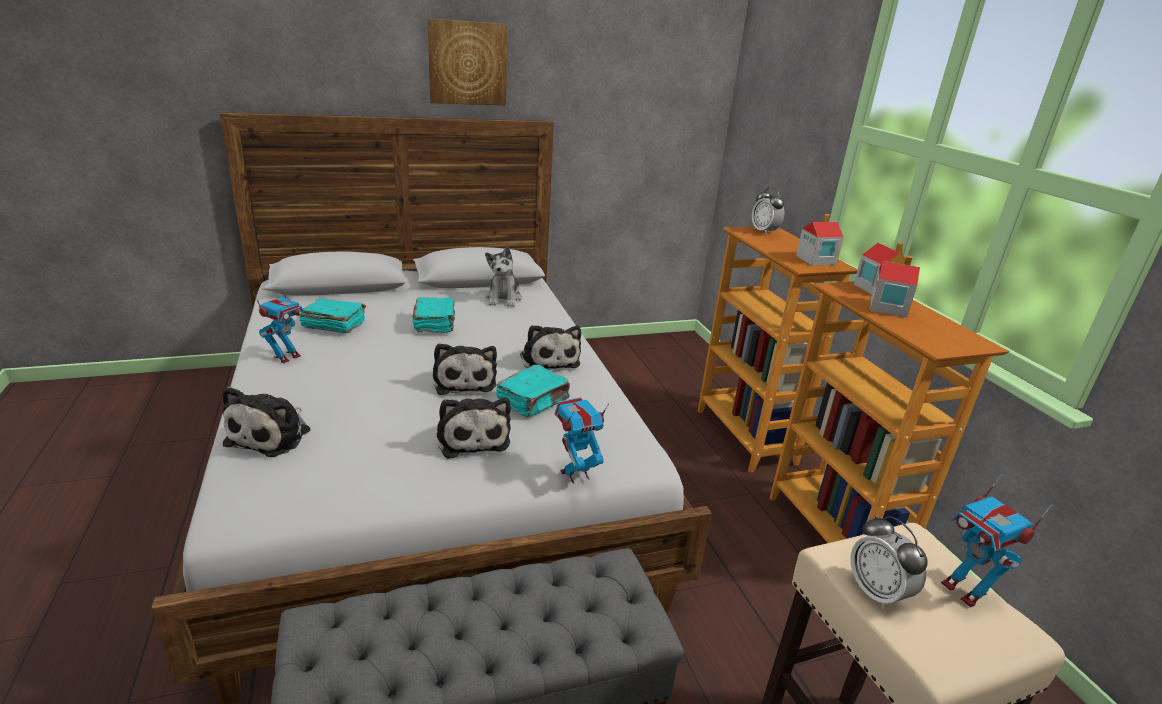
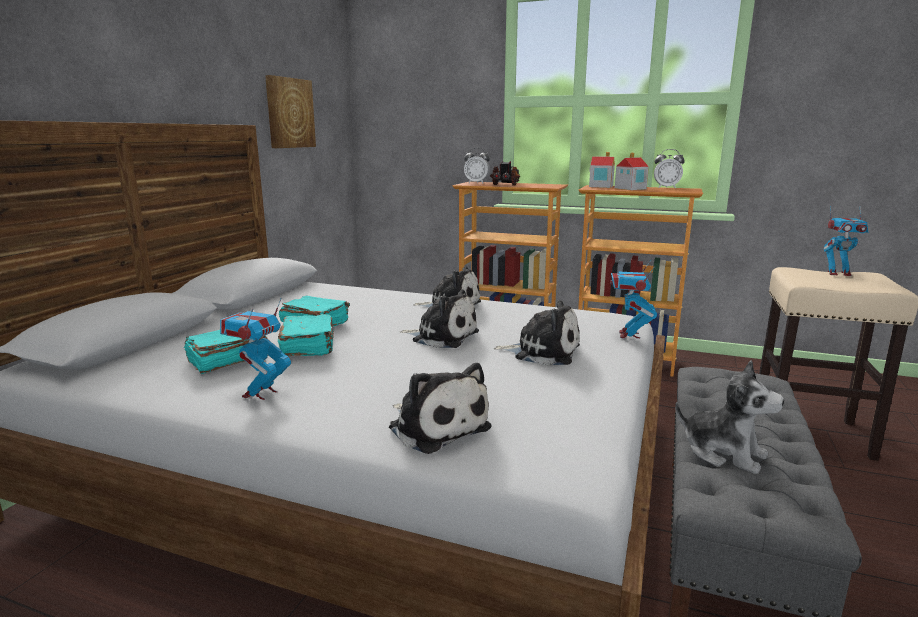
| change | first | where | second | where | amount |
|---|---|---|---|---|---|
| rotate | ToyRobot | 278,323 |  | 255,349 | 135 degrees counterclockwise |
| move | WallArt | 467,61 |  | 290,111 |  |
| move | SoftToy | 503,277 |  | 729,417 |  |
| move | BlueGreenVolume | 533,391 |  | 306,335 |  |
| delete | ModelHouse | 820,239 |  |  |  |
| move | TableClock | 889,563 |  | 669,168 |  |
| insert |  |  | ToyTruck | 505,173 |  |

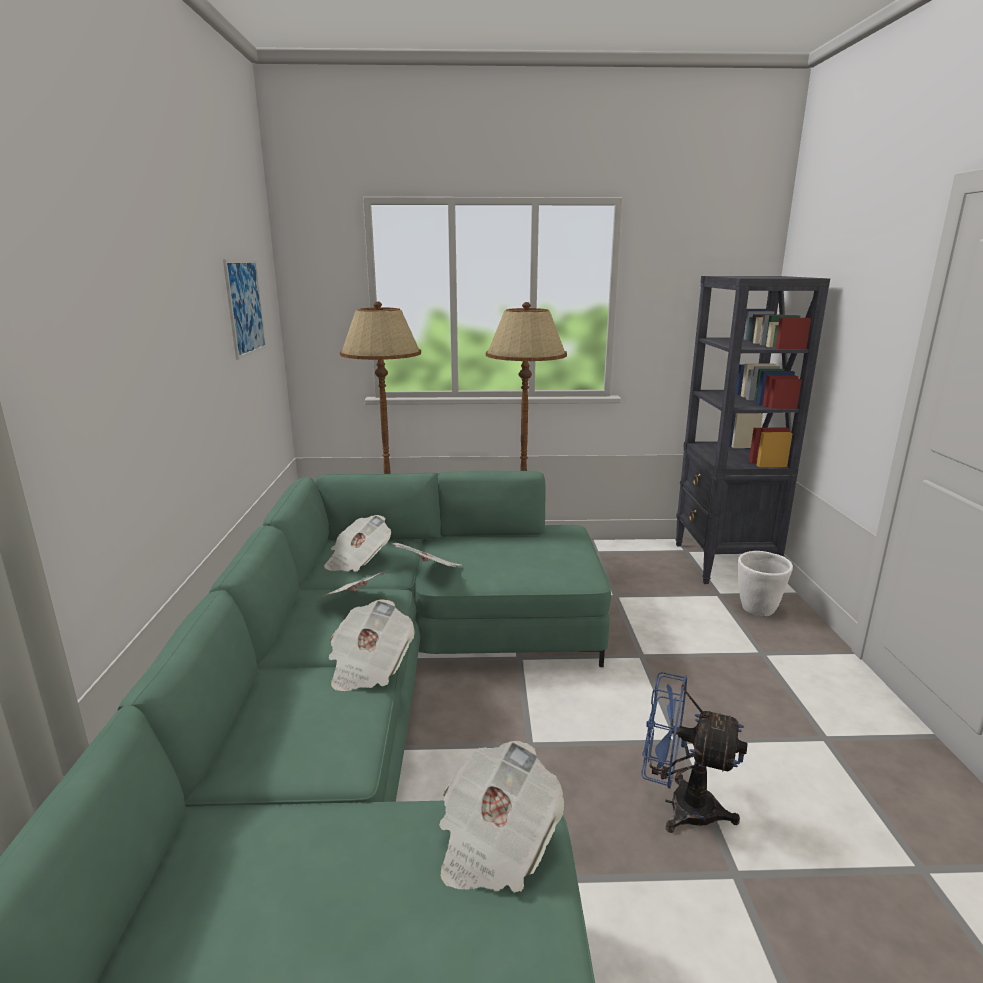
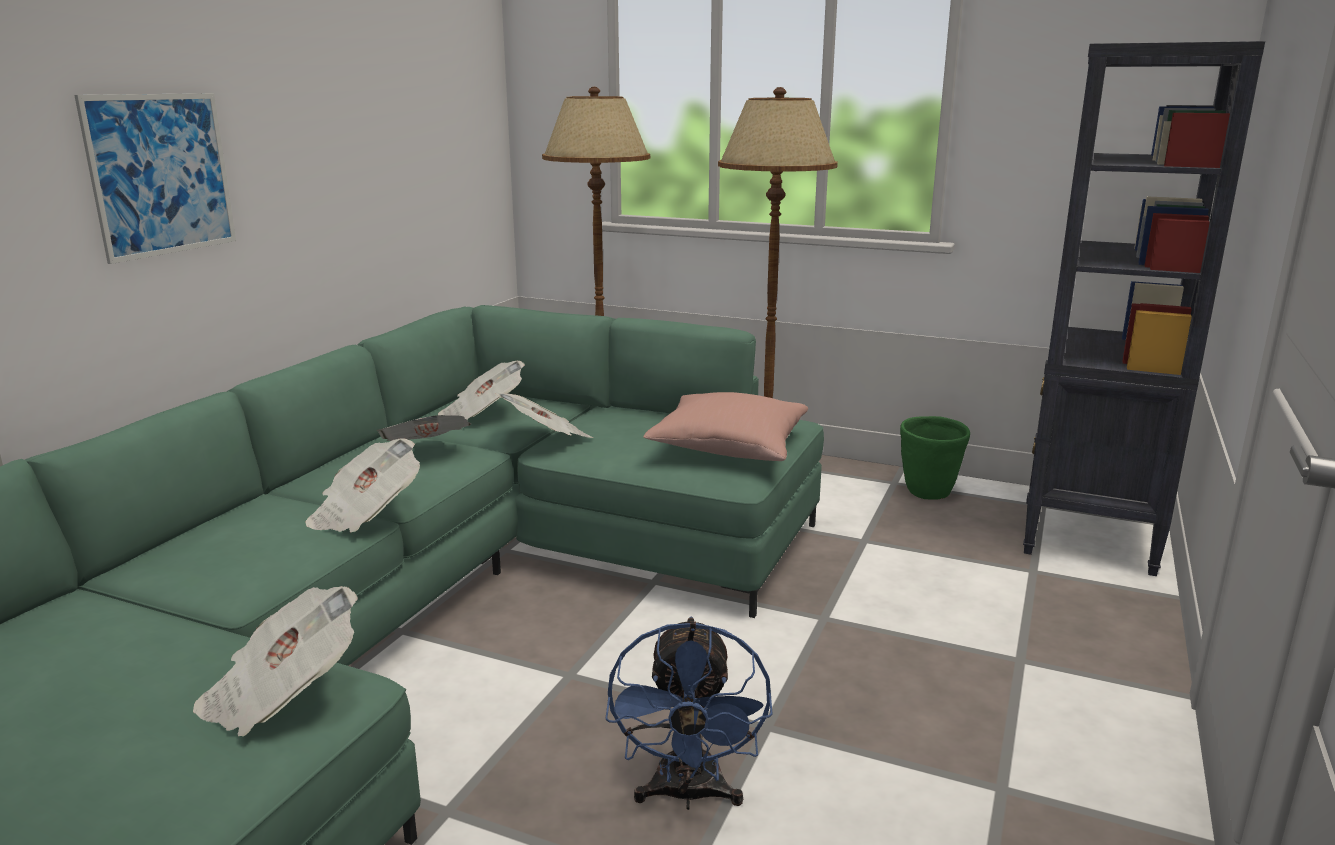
| change | first | where | second | where | amount |
|---|---|---|---|---|---|
| move | WallArt | 245,309 |  | 155,178 |  |
| rotate | BlueColouredElectricFan | 694,752 |  | 689,713 | 135 degrees counterclockwise |
| delete | WhitishFlowerPot | 765,583 |  |  |  |
| insert |  |  | PinkColouredThrowPillow | 725,426 |  |
| insert |  |  | GreenColouredFlowerPot | 935,458 |  |

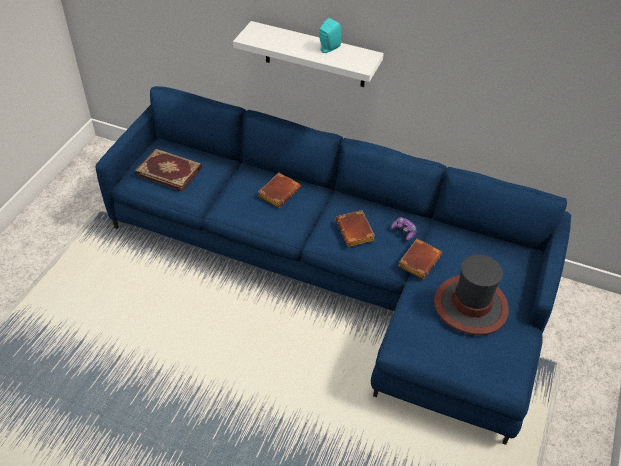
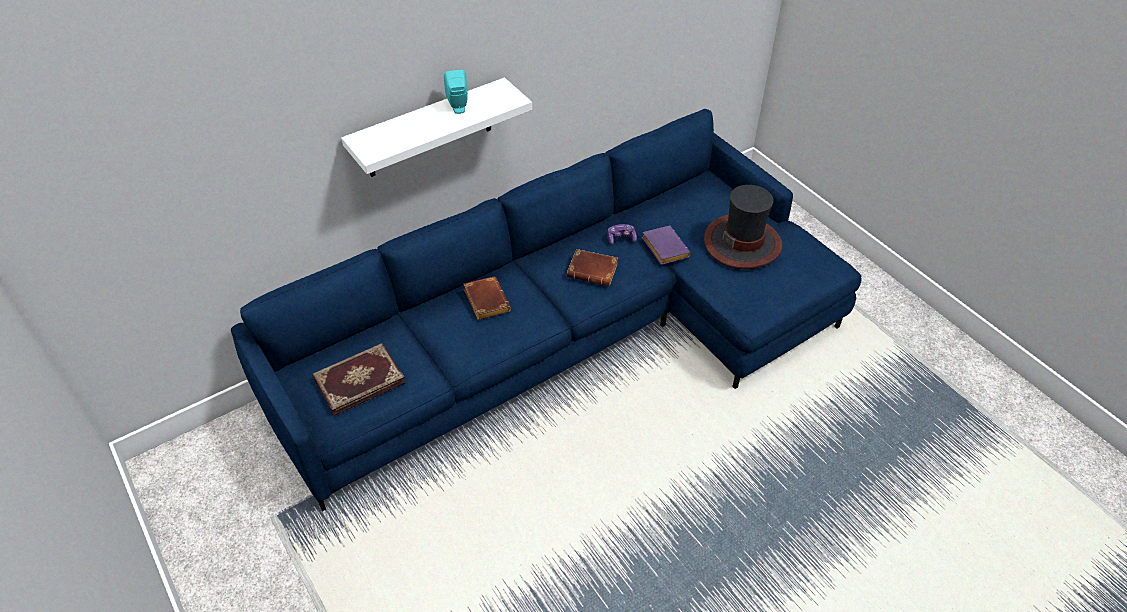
| change | first | where | second | where | amount |
|---|---|---|---|---|---|
| recolor | BrownVolume | 420,259 | PurplishVolume | 666,245 |  |

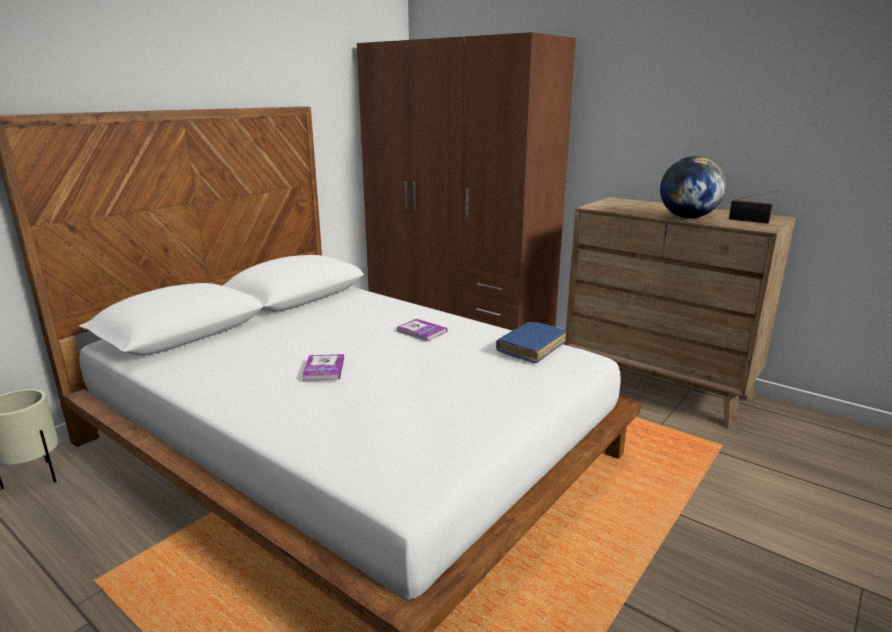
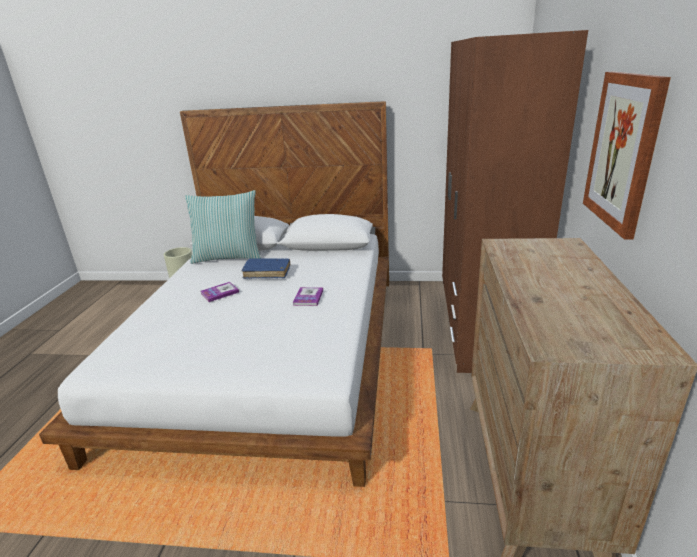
| change | first | where | second | where | amount |
|---|---|---|---|---|---|
| move | BlueColouredVolume | 531,342 |  | 266,268 |  |
| delete | WorldGlobe | 693,187 |  |  |  |
| delete | RadioSet | 754,207 |  |  |  |
| insert |  |  | ThrowPillow | 223,227 |  |
| insert |  |  | WallArt | 627,155 |  |

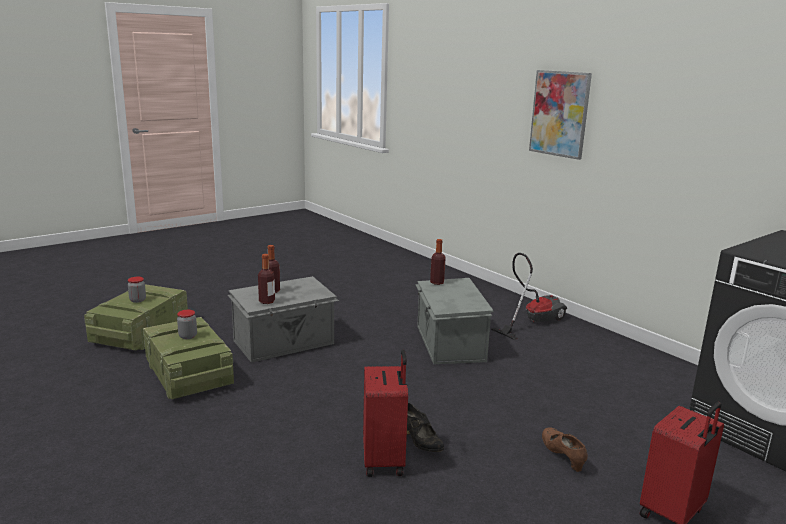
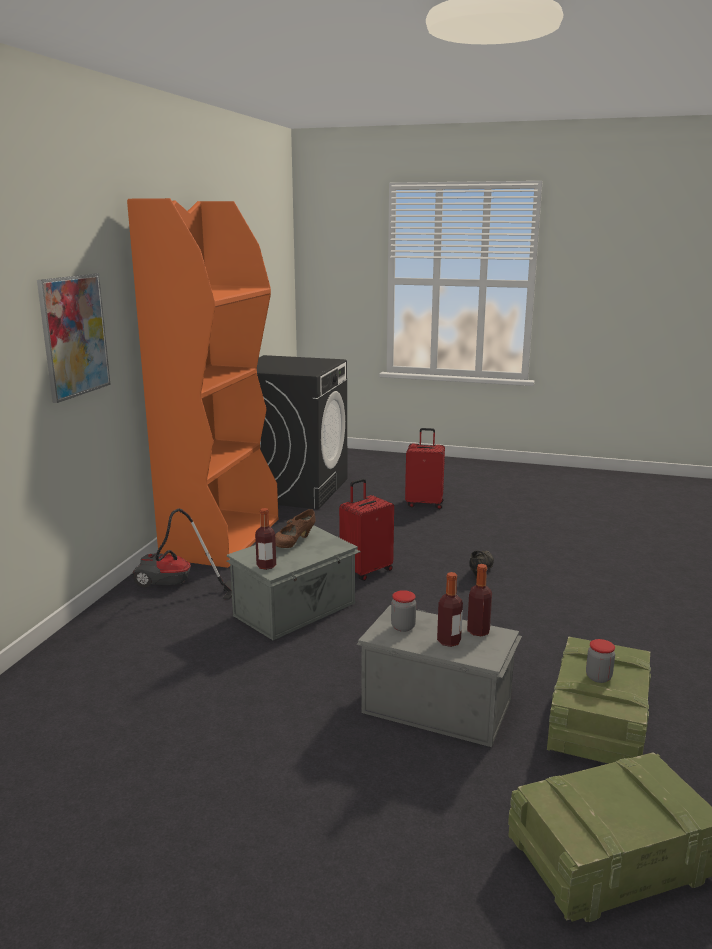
| change | first | where | second | where | amount |
|---|---|---|---|---|---|
| move | Jar | 137,290 |  | 403,611 |  |
| move | RedSuitcase | 385,413 |  | 366,530 |  |
| move | BrownShoe | 565,449 |  | 295,528 |  |
| insert |  |  | OrangeyShelvingUnit | 202,383 |  |

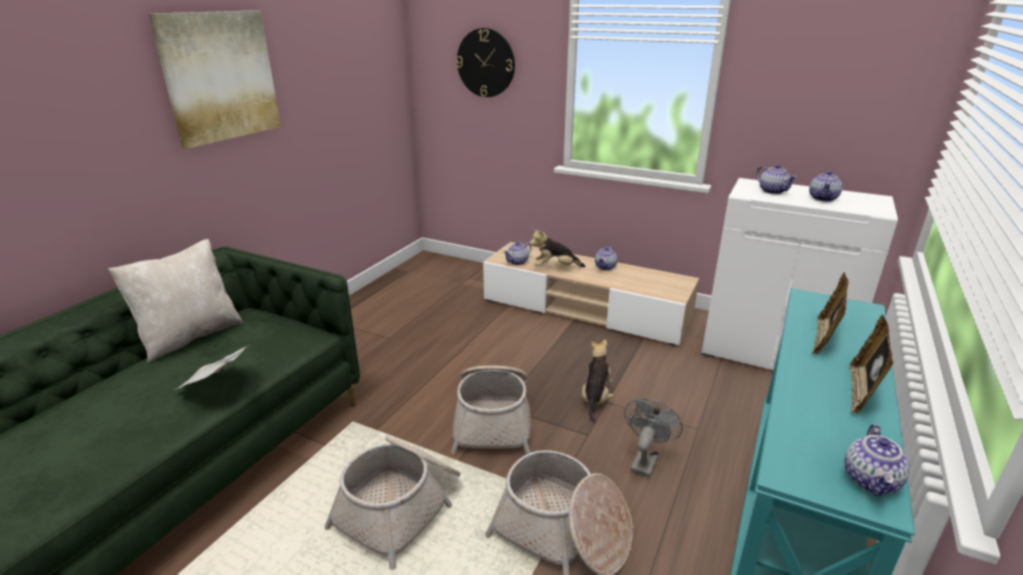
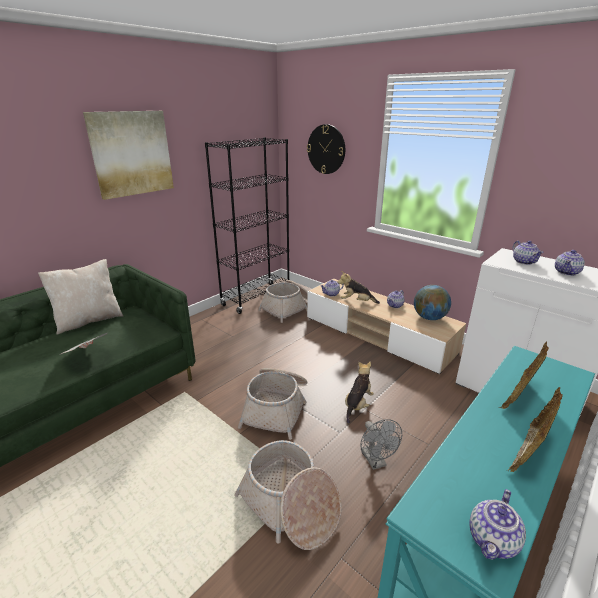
| change | first | where | second | where | amount |
|---|---|---|---|---|---|
| move | Basket | 392,503 |  | 283,301 |  |
| rotate | GreyElectricFan | 653,438 |  | 381,444 | 120 degrees clockwise |
| insert |  |  | BlackColouredShelvingUnit | 247,225 |  |
| insert |  |  | WorldGlobe | 432,302 |  |

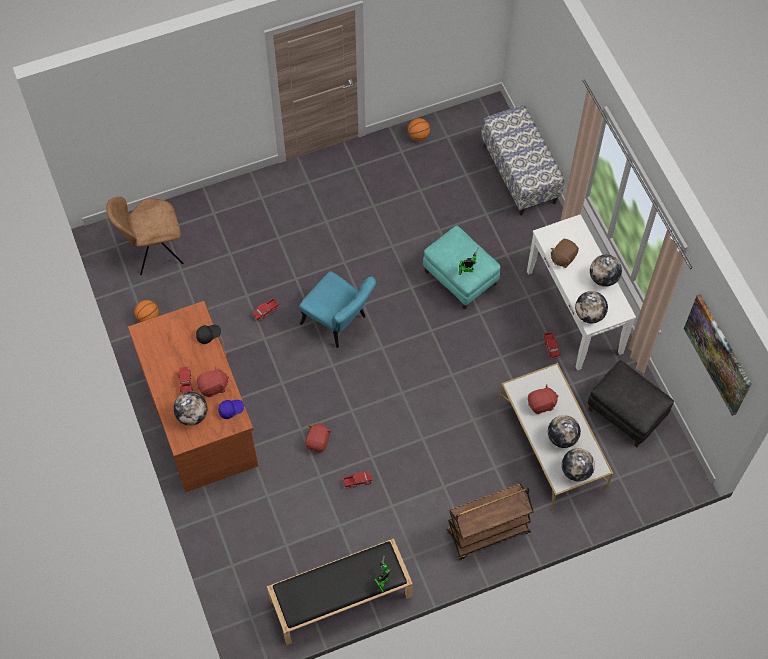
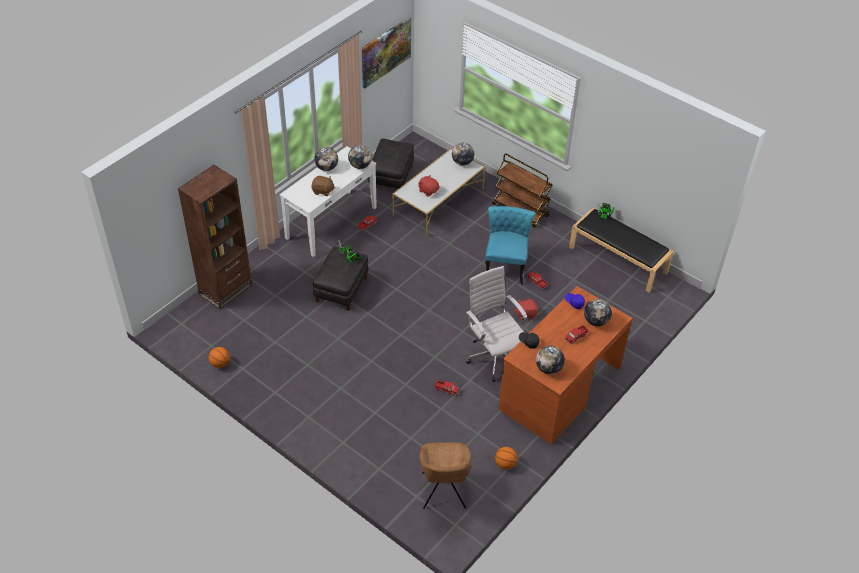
| change | first | where | second | where | amount |
|---|---|---|---|---|---|
| rotate | BrownPlainChair | 144,236 |  | 446,475 | 45 degrees clockwise |
| delete | RedSoftToy | 213,381 |  |  |  |
| move | BlueGreenPlainChair | 337,309 |  | 510,245 |  |
| recolor | BlueGreenOttoman | 462,267 | BlackColouredOttoman | 341,278 |  |
| replace | LongSeat | 522,160 | BrownShelvingUnit | 215,237 |  |
| move | WorldGlobe | 564,431 |  | 550,360 |  |
| insert |  |  | WhitishComputerChair | 496,324 |  |

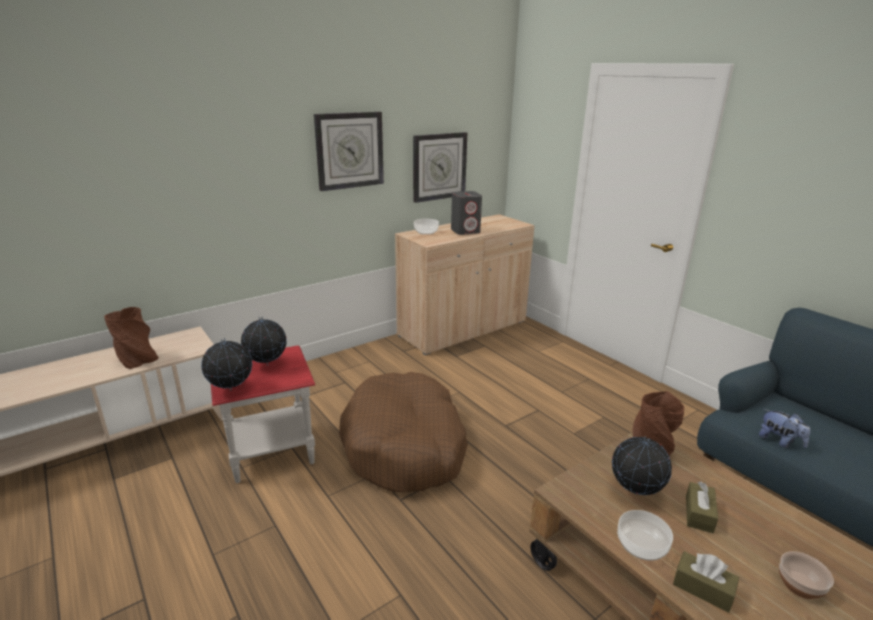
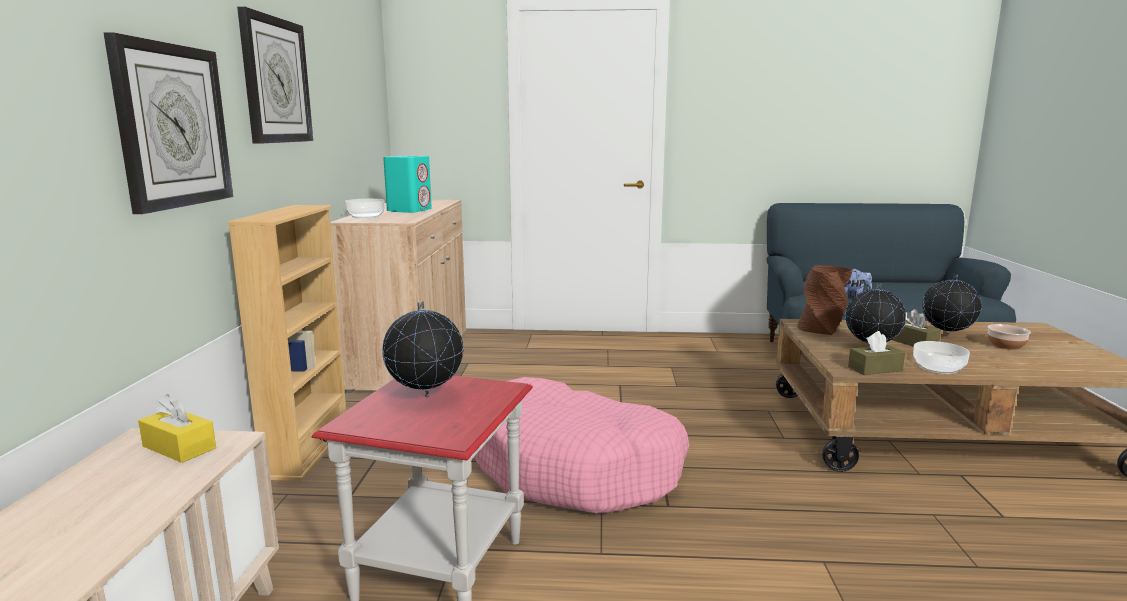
| change | first | where | second | where | amount |
|---|---|---|---|---|---|
| delete | BrownDecorativeVase | 131,338 |  |  |  |
| move | WorldGlobe | 226,364 |  | 952,306 |  |
| recolor | BrownDogBed | 403,432 | PinkColouredDogBed | 581,445 |  |
| move | ClockOnTheWall | 440,167 |  | 168,123 |  |
| recolor | GreyLoudspeaker | 466,213 | BlueGreenLoudspeaker | 407,184 |  |
| move | BrownBoxOfTissues | 706,582 |  | 876,353 |  |
| insert |  |  | YellowBoxOfTissues | 177,428 |  |
| insert |  |  | BeigeColouredShelvingUnit | 286,343 |  |

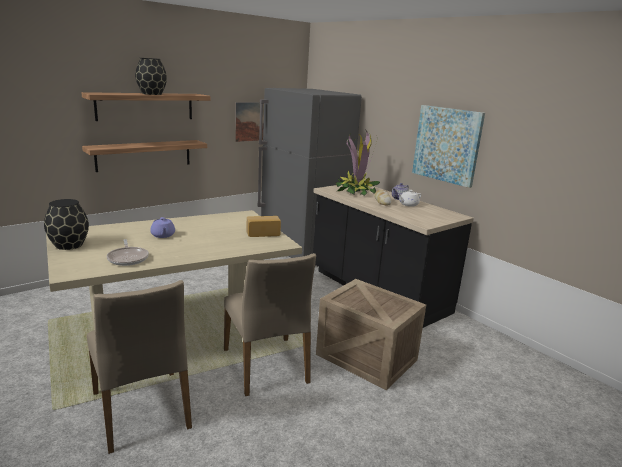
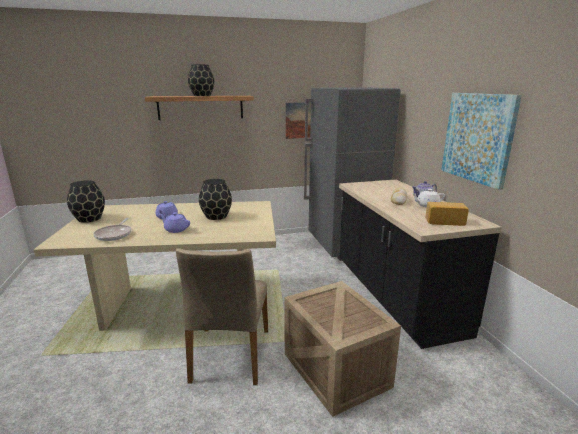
| change | first | where | second | where | amount |
|---|---|---|---|---|---|
| delete | WallShelf | 144,156 |  |  |  |
| delete | BeigeColouredPlainChair | 139,367 |  |  |  |
| move | BakedBread | 264,226 |  | 447,214 |  |
| delete | PottedPlant | 357,162 |  |  |  |
| insert |  |  | PurplishPotForTea | 175,222 |  |
| insert |  |  | BlackColouredDecorativeVase | 215,199 |  |

